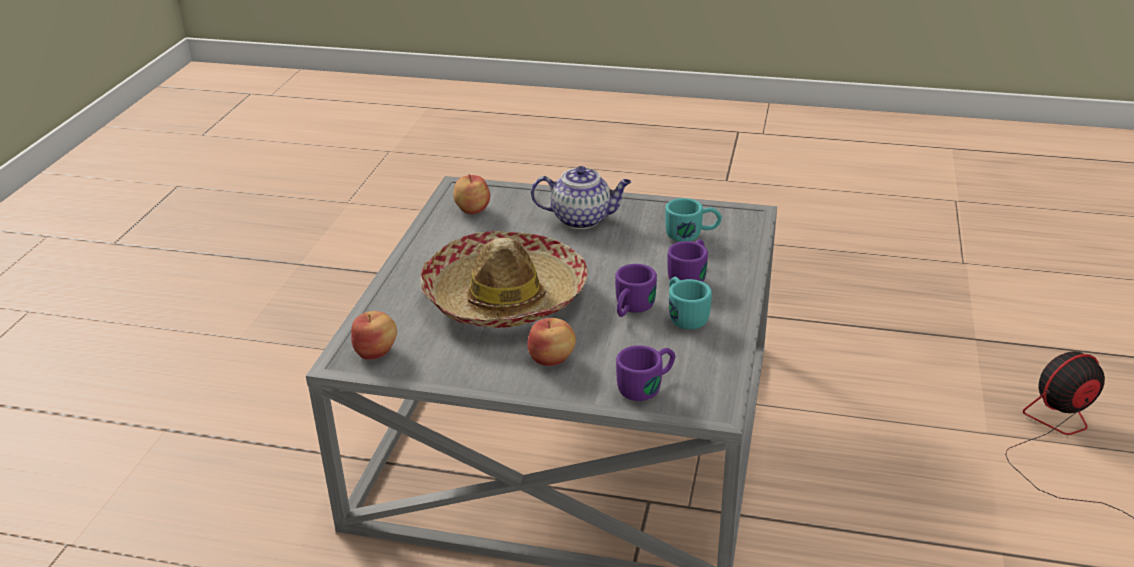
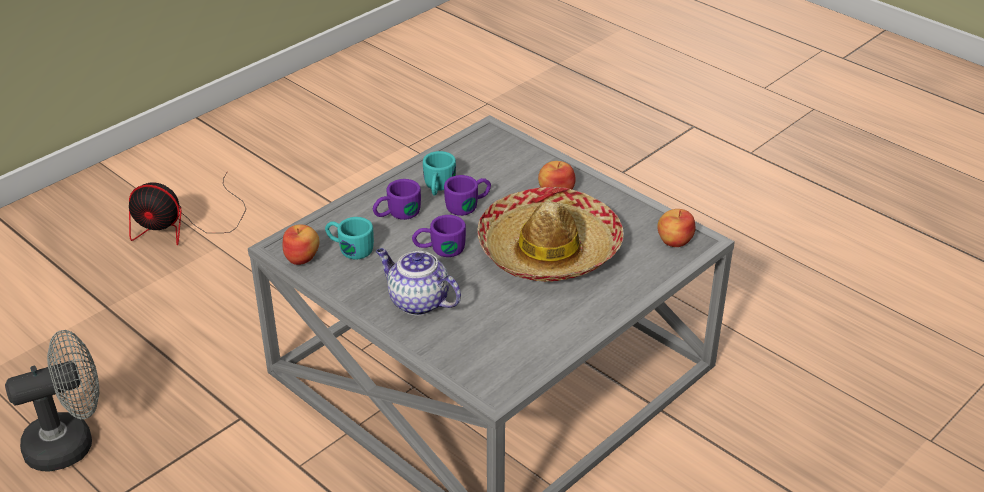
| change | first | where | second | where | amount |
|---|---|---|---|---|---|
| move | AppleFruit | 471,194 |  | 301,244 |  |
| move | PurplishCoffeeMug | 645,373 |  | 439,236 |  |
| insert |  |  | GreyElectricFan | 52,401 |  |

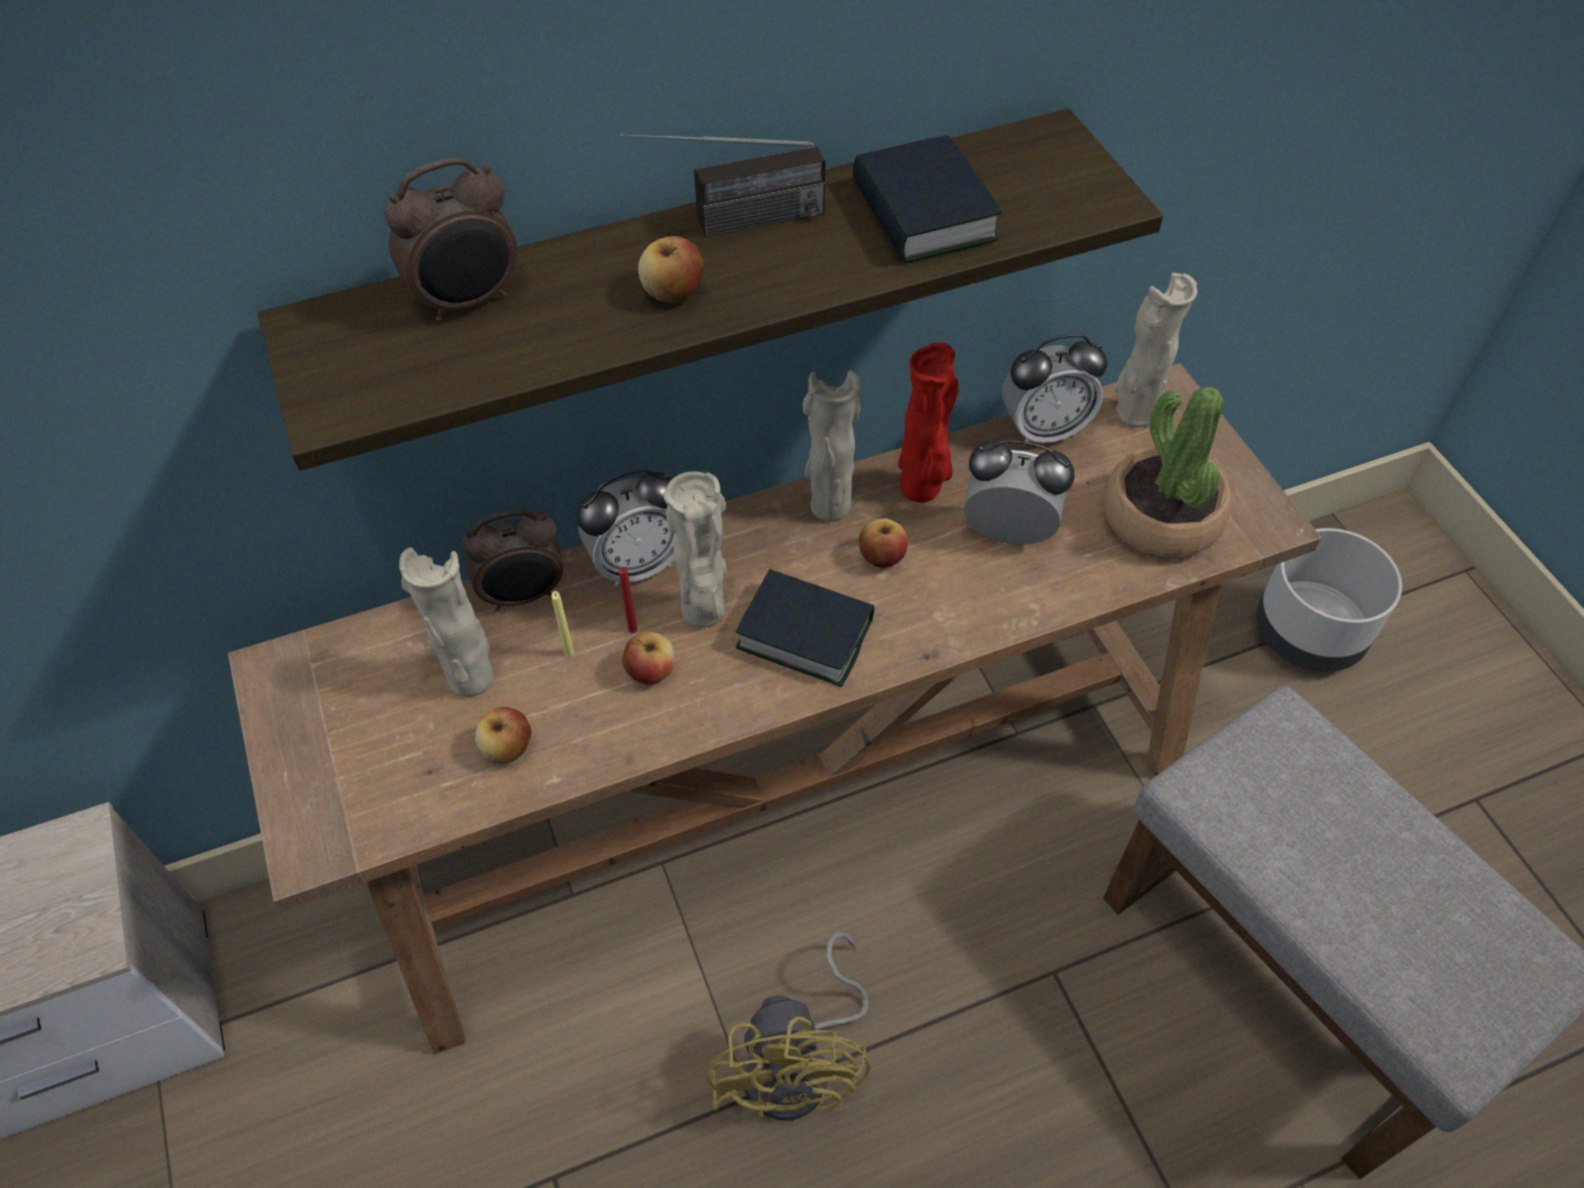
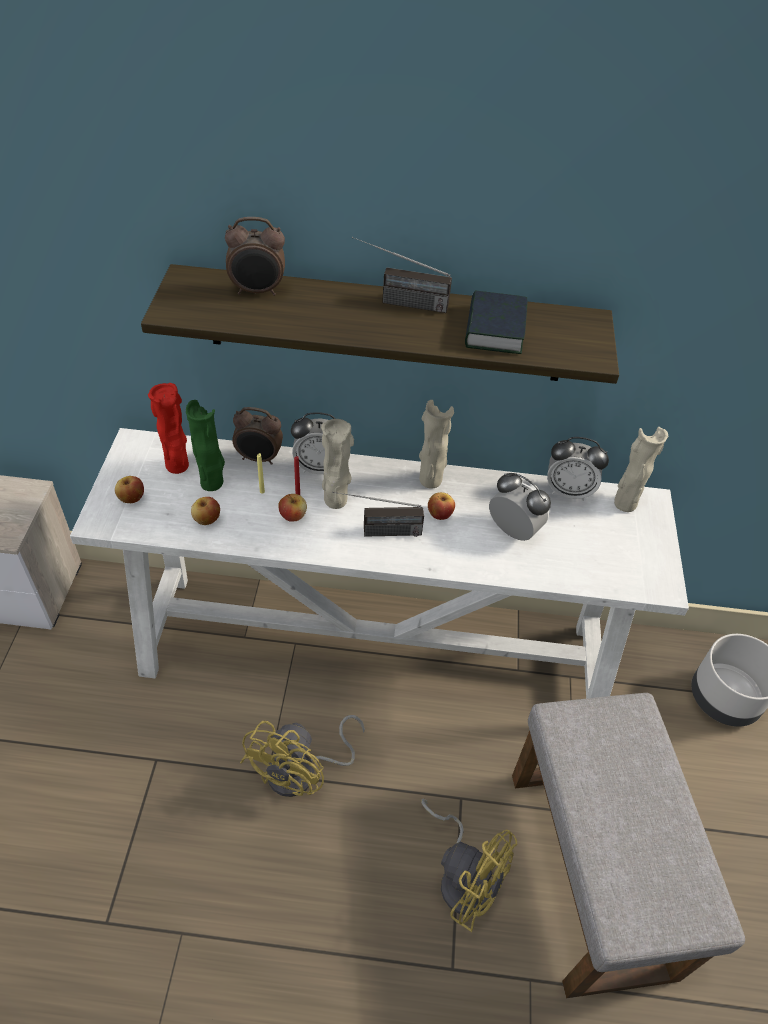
| change | first | where | second | where | amount |
|---|---|---|---|---|---|
| recolor | BrownNarrowTable | 774,708 | WhitishNarrowTable | 379,563 |  |
| recolor | BeigeColouredDecorativeVase | 446,622 | GreenColouredDecorativeVase | 205,445 |  |
| move | AppleFruit | 671,269 |  | 129,489 |  |
| replace | Volume | 805,628 | RadioSet | 378,514 |  |
| move | RedDecorativeVase | 928,422 |  | 168,428 |  |
| delete | PottedPlant | 1167,472 |  |  |  |
| insert |  |  | YellowElectricFan | 469,865 |  |

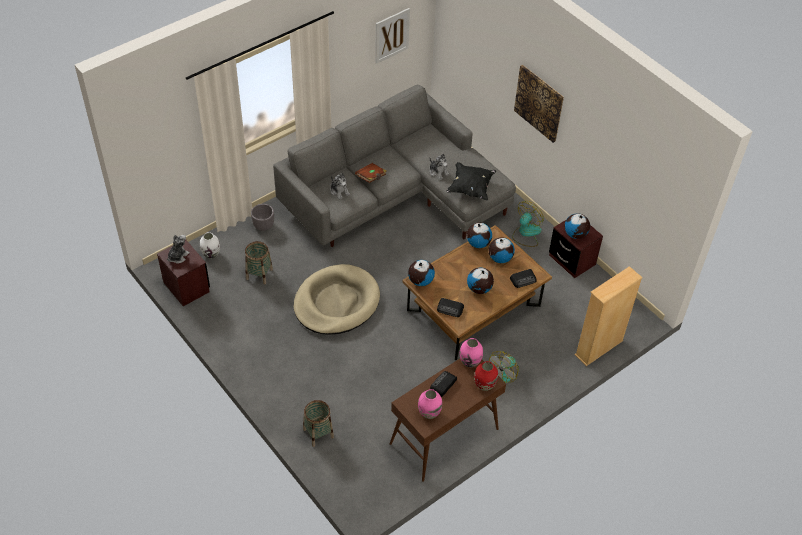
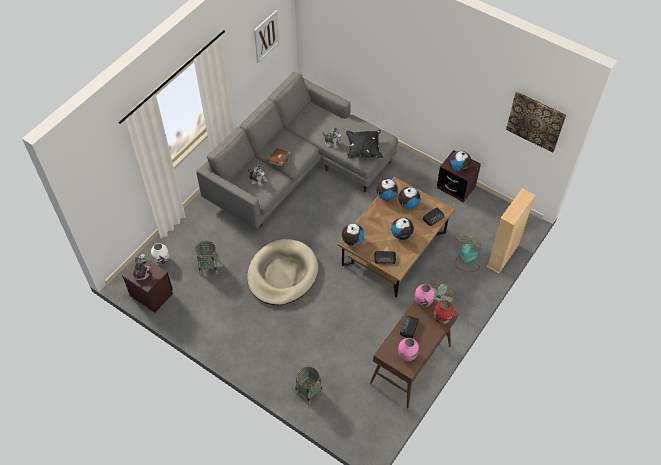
| change | first | where | second | where | amount |
|---|---|---|---|---|---|
| delete | GreyFlowerPot | 262,217 |  |  |  |
| move | ElectricFan | 528,224 |  | 468,253 |  |
| move | WallArt | 539,104 |  | 536,122 |  |

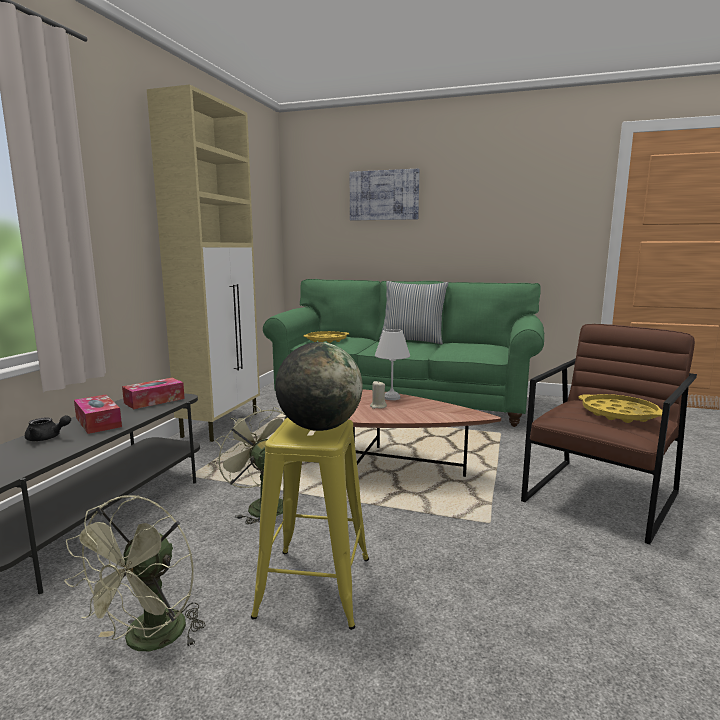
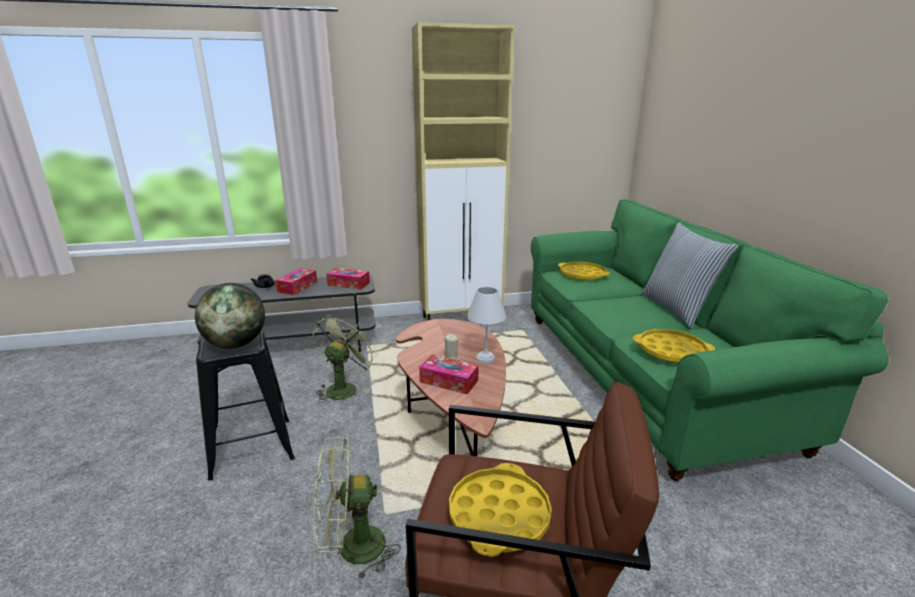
| change | first | where | second | where | amount |
|---|---|---|---|---|---|
| move | GreenColouredElectricFan | 135,573 |  | 357,509 |  |
| recolor | YellowStoolSeat | 310,524 | BlackColouredStoolSeat | 245,405 |  |
| delete | WallArt | 385,195 |  |  |  |
| insert |  |  | BoxOfTissues | 449,374 |  |
| insert |  |  | YellowTray | 674,346 |  |

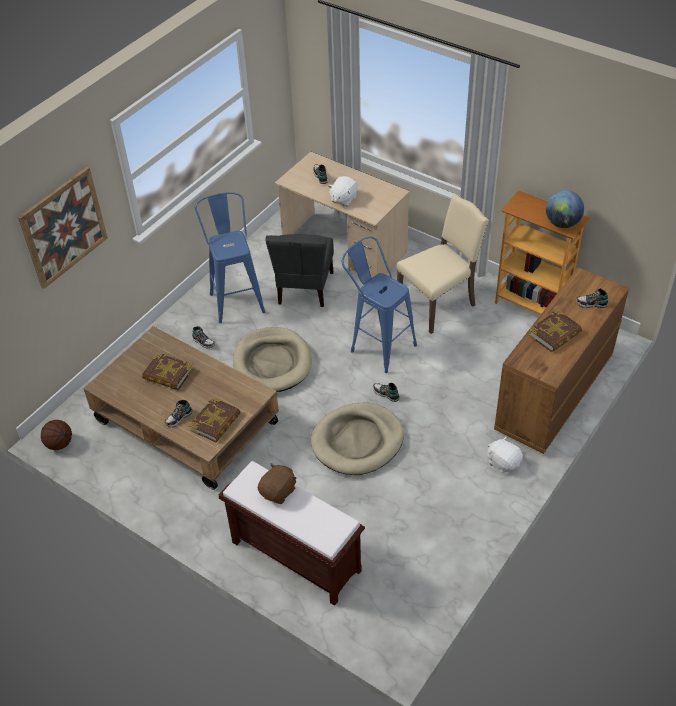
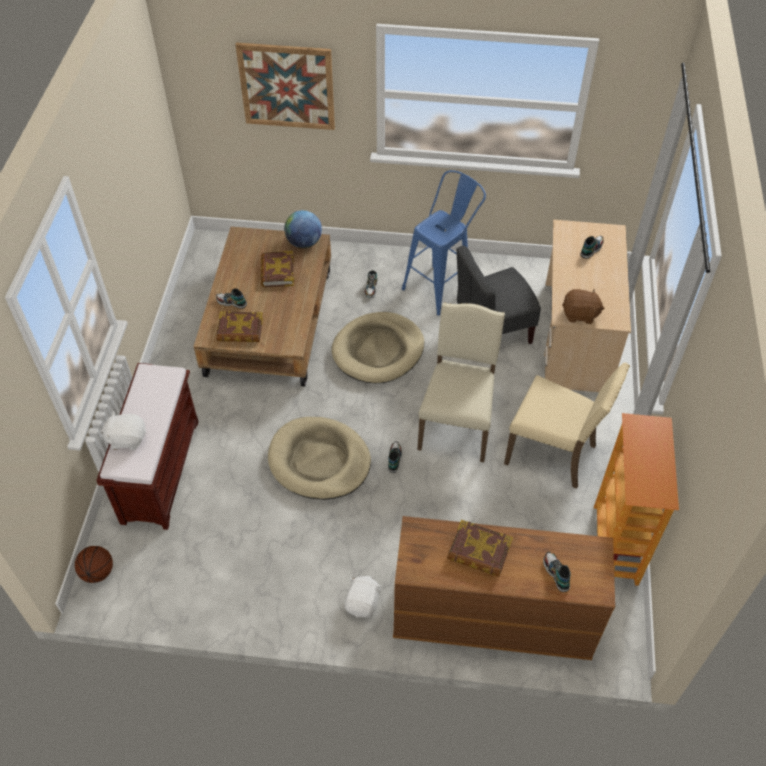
| change | first | where | second | where | amount |
|---|---|---|---|---|---|
| move | BallForBasketball | 56,435 |  | 94,564 |  |
| move | BrownSoftToy | 277,483 |  | 583,306 |  |
| move | WhitishSoftToy | 343,191 |  | 123,430 |  |
| replace | BlueColouredStoolSeat | 379,304 | BeigeColouredPlainChair | 461,382 |  |
| move | WorldGlobe | 565,209 |  | 303,229 |  |

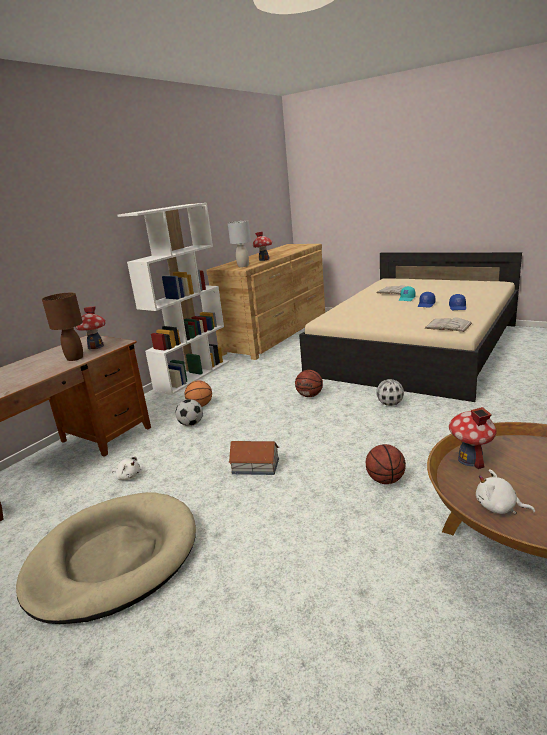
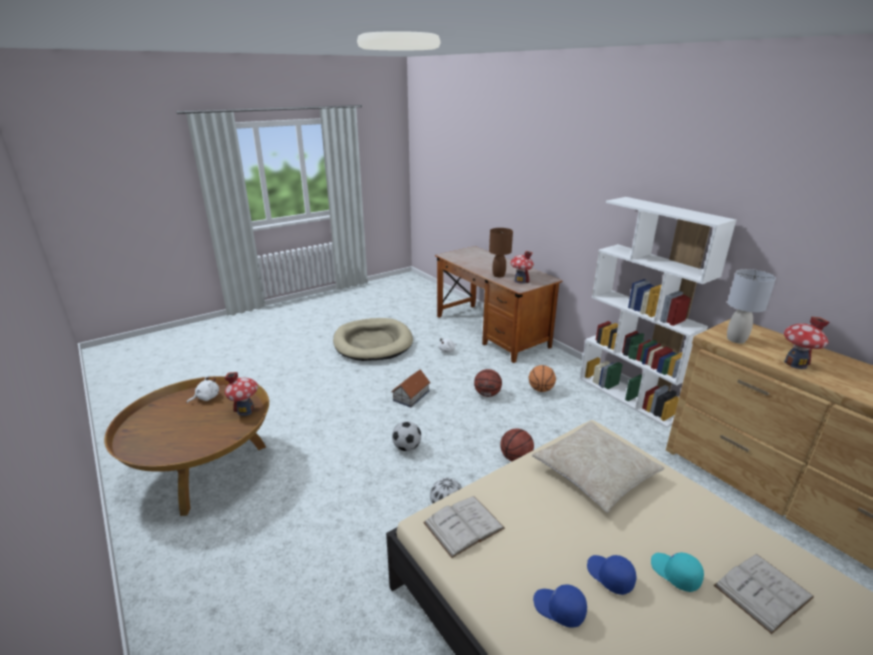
| change | first | where | second | where | amount |
|---|---|---|---|---|---|
| move | FootballBall | 189,412 |  | 406,436 |  |
| move | BallForBasketball | 386,464 |  | 488,383 |  |
| insert |  |  | BeigeColouredThrowPillow | 598,466 |  |

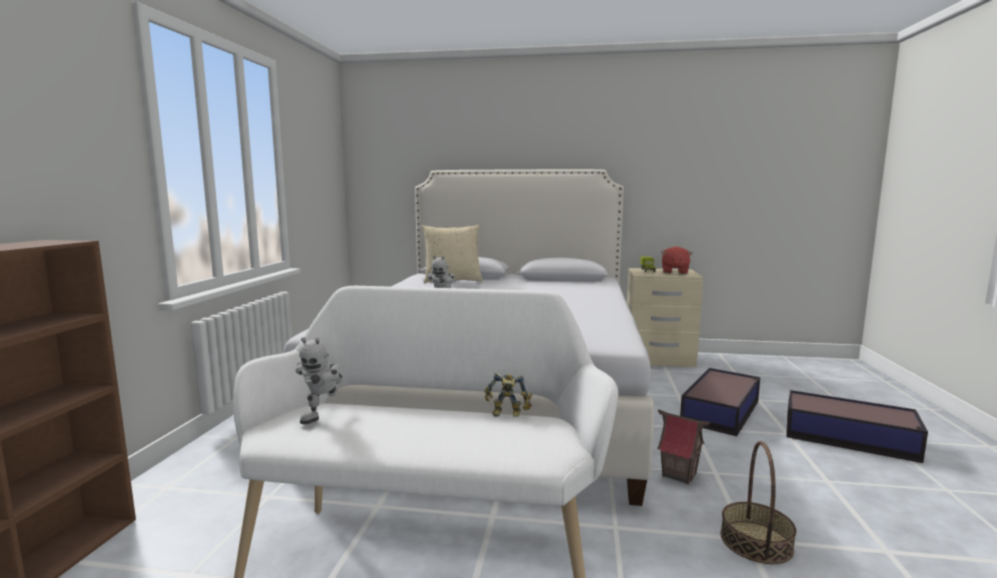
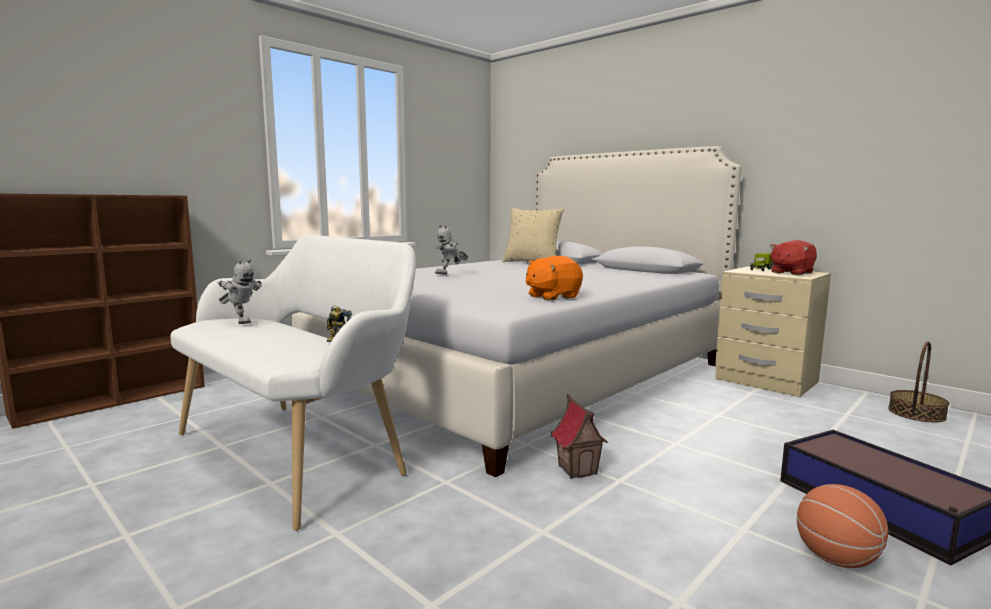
| change | first | where | second | where | amount |
|---|---|---|---|---|---|
| rotate | ToyRobot | 319,380 |  | 239,291 | 105 degrees counterclockwise |
| delete | StorageBox | 720,402 |  |  |  |
| move | Basket | 758,502 |  | 918,382 |  |
| insert |  |  | OrangeySoftToy | 554,278 |  |
| insert |  |  | BallForBasketball | 842,526 |  |

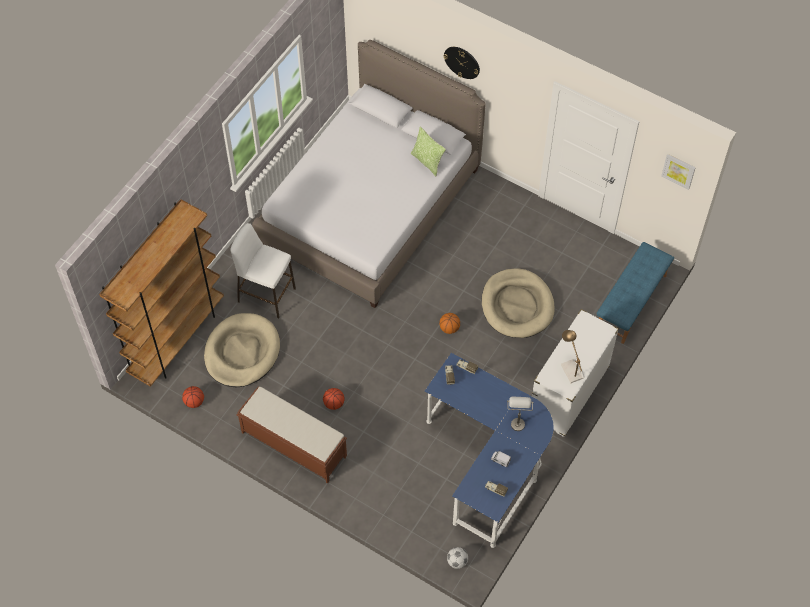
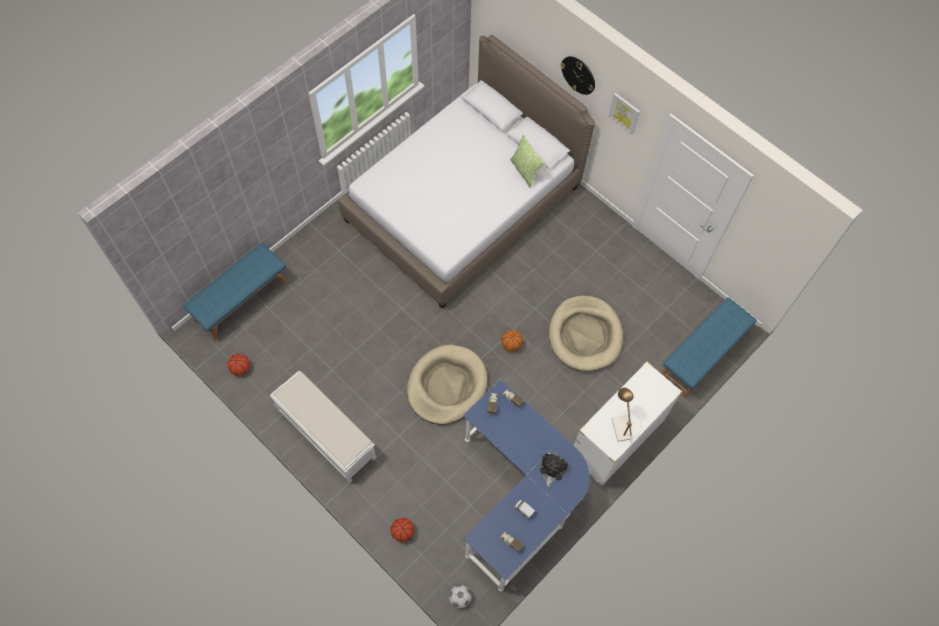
| change | first | where | second | where | amount |
|---|---|---|---|---|---|
| replace | BrownShelvingUnit | 161,293 | BlueColouredLongSeat | 235,292 |  |
| move | BeigeColouredDogBed | 242,350 |  | 447,385 |  |
| delete | WhitishStoolSeat | 263,271 |  |  |  |
| recolor | BrownLongSeat | 292,435 | WhitishLongSeat | 323,427 |  |
| move | BallForBasketball | 334,399 |  | 402,530 |  |
| replace | GreyLampForATable | 520,414 | SoftToy | 554,470 |  |
| move | WallArt | 678,172 |  | 624,114 |  |

